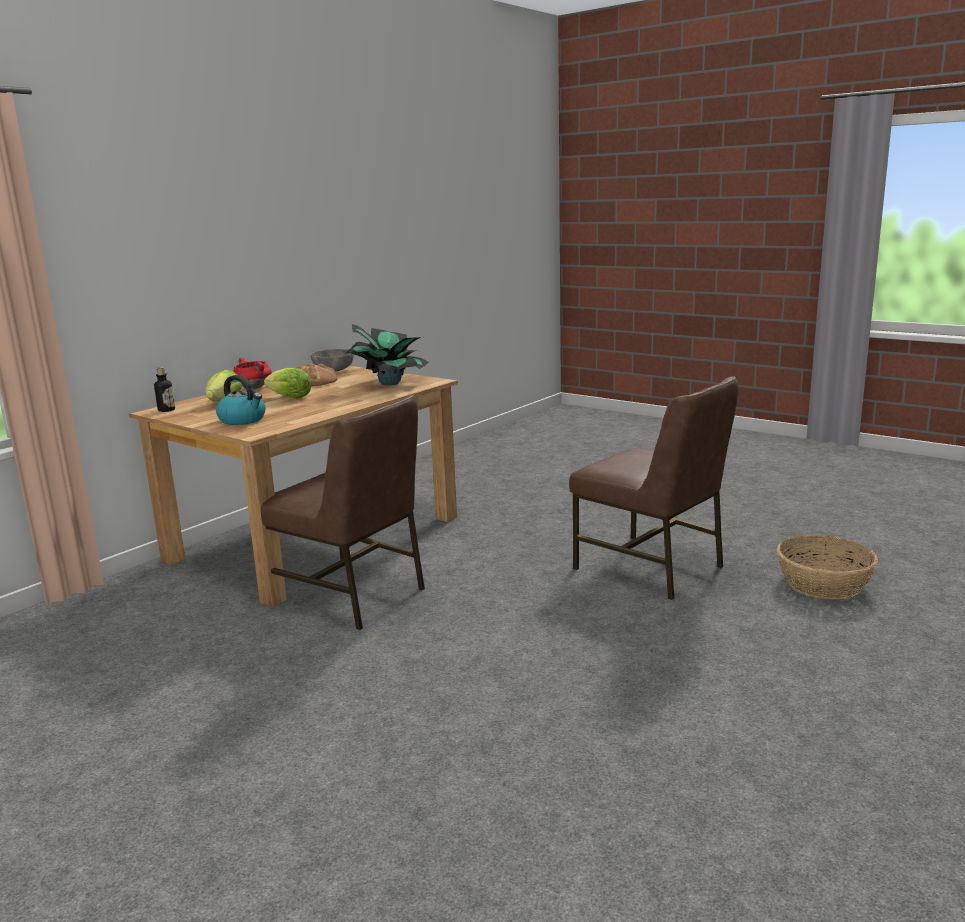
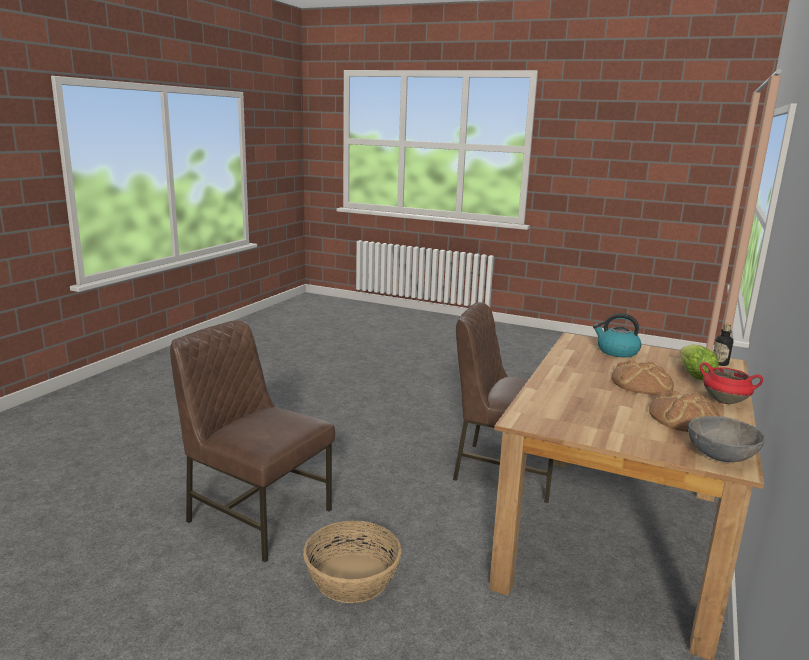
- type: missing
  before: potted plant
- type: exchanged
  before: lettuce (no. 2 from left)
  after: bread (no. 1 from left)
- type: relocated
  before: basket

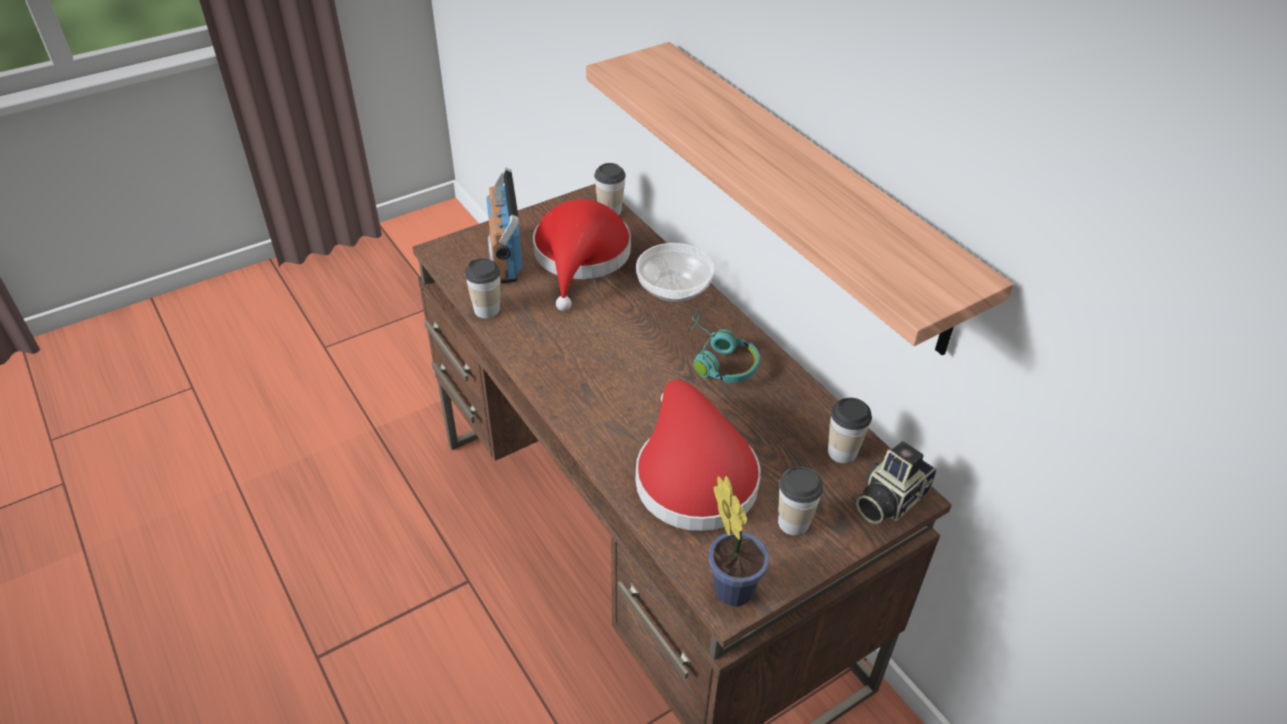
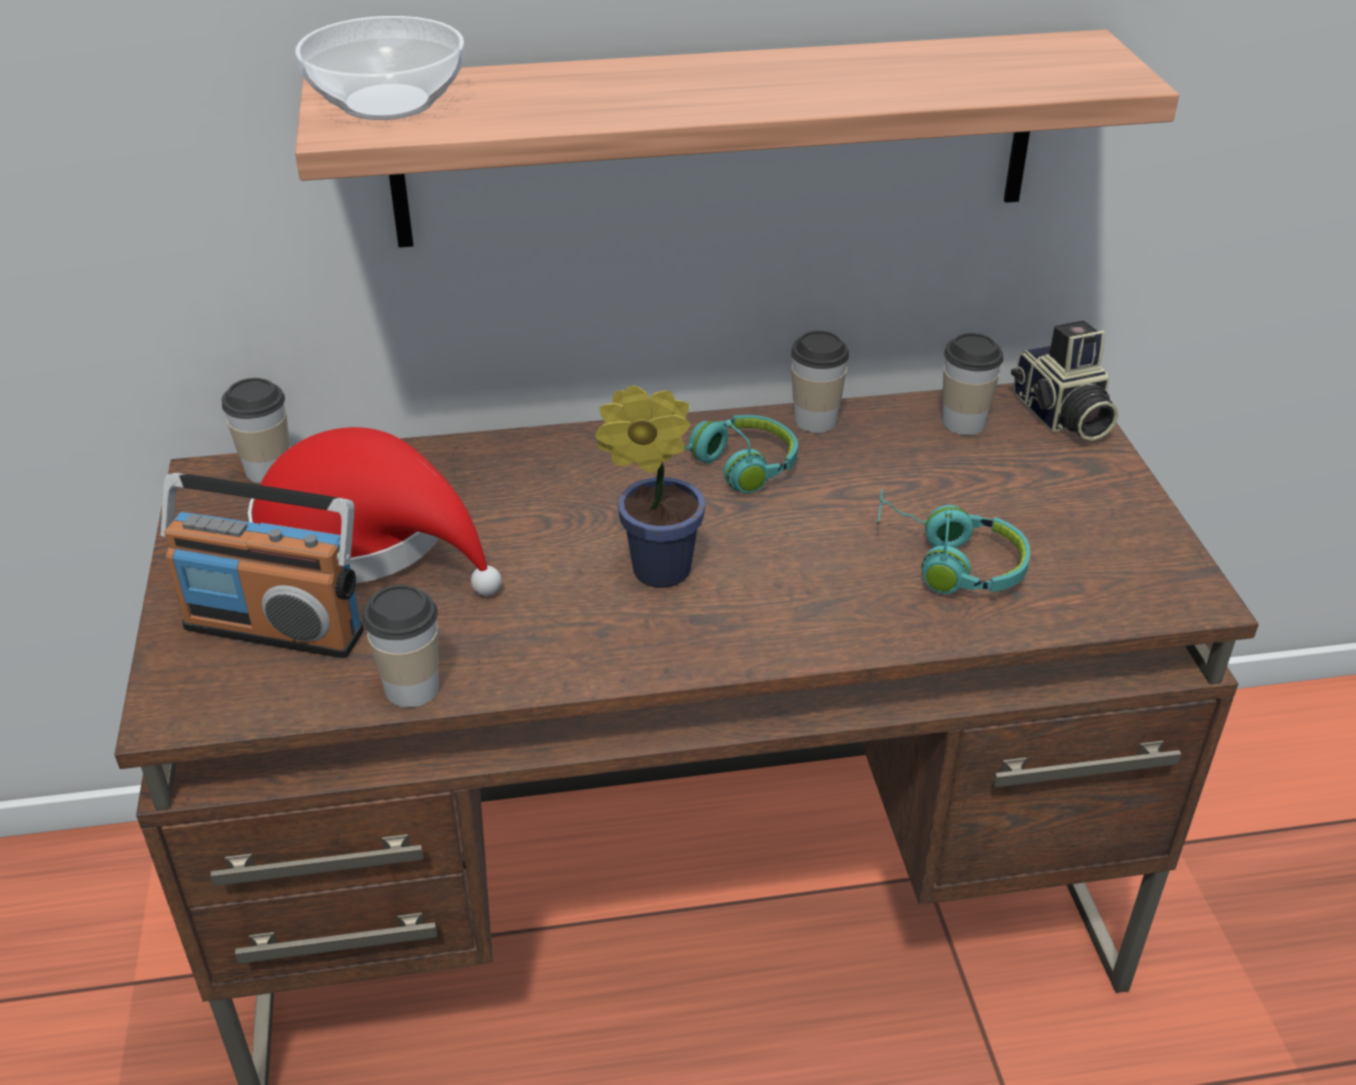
- type: relocated
  before: bowl
- type: exchanged
  before: red hat (no. 2 from left)
  after: turquoise headphones (no. 2 from left)
- type: relocated
  before: cup (no. 3 from left)
- type: relocated
  before: potted plant

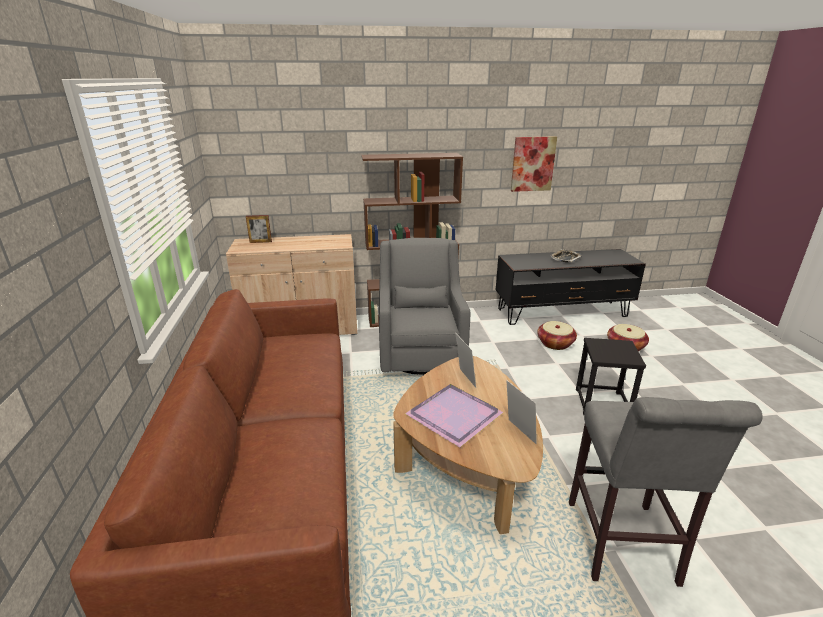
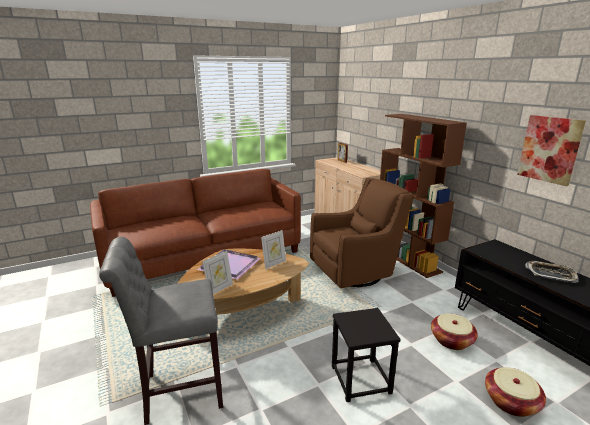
- type: colour
  before: grey armchair
  after: brown armchair

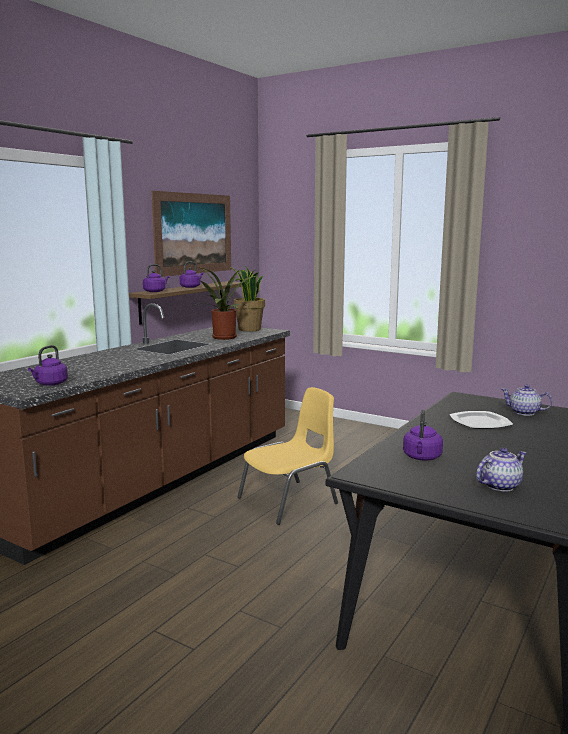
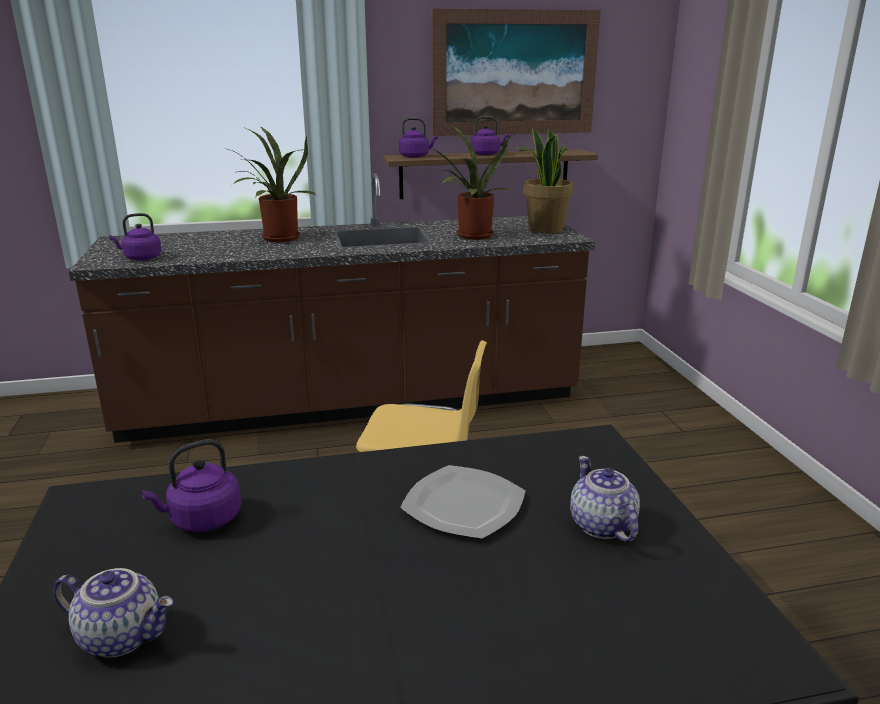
- type: appeared
  after: potted plant (no. 1 from left)

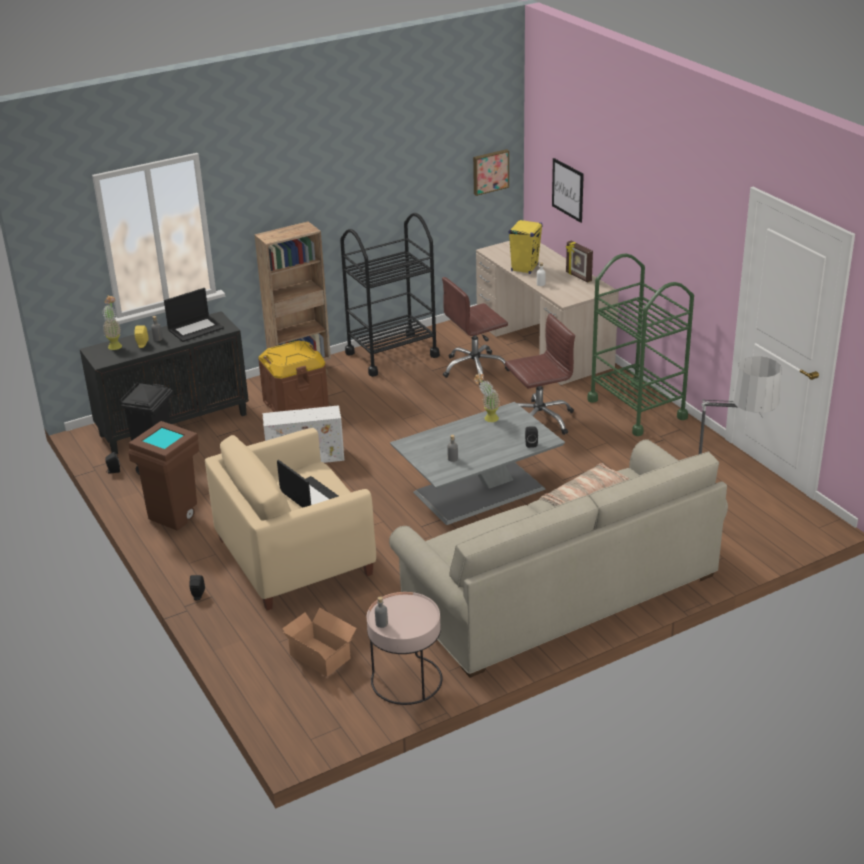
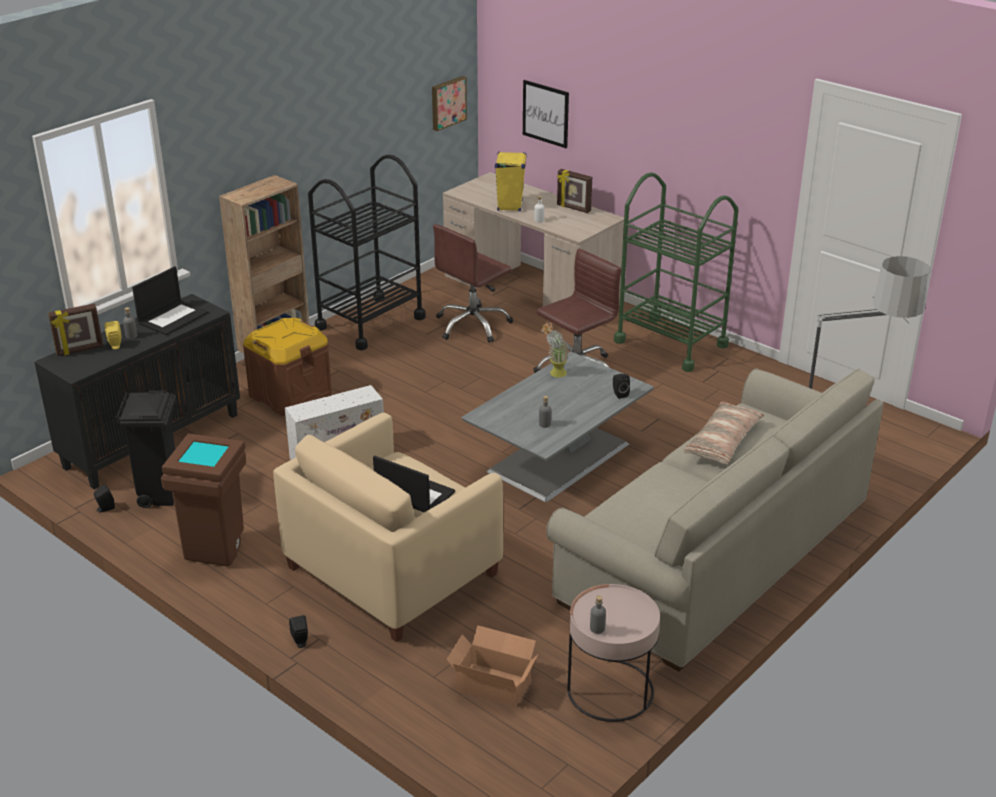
- type: exchanged
  before: potted plant (no. 1 from left)
  after: picture frame (no. 1 from left)

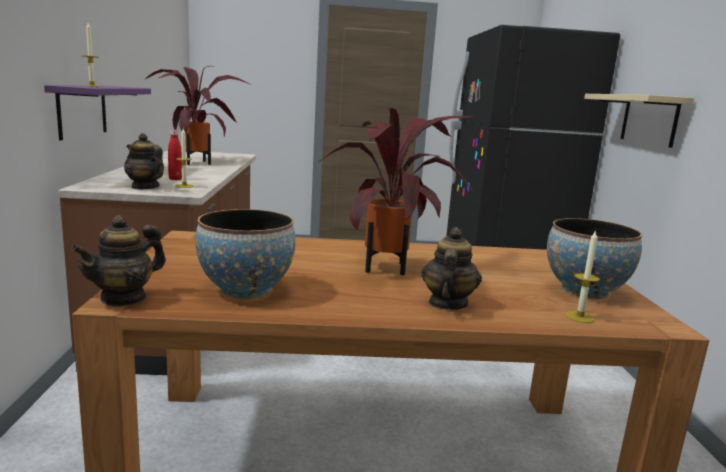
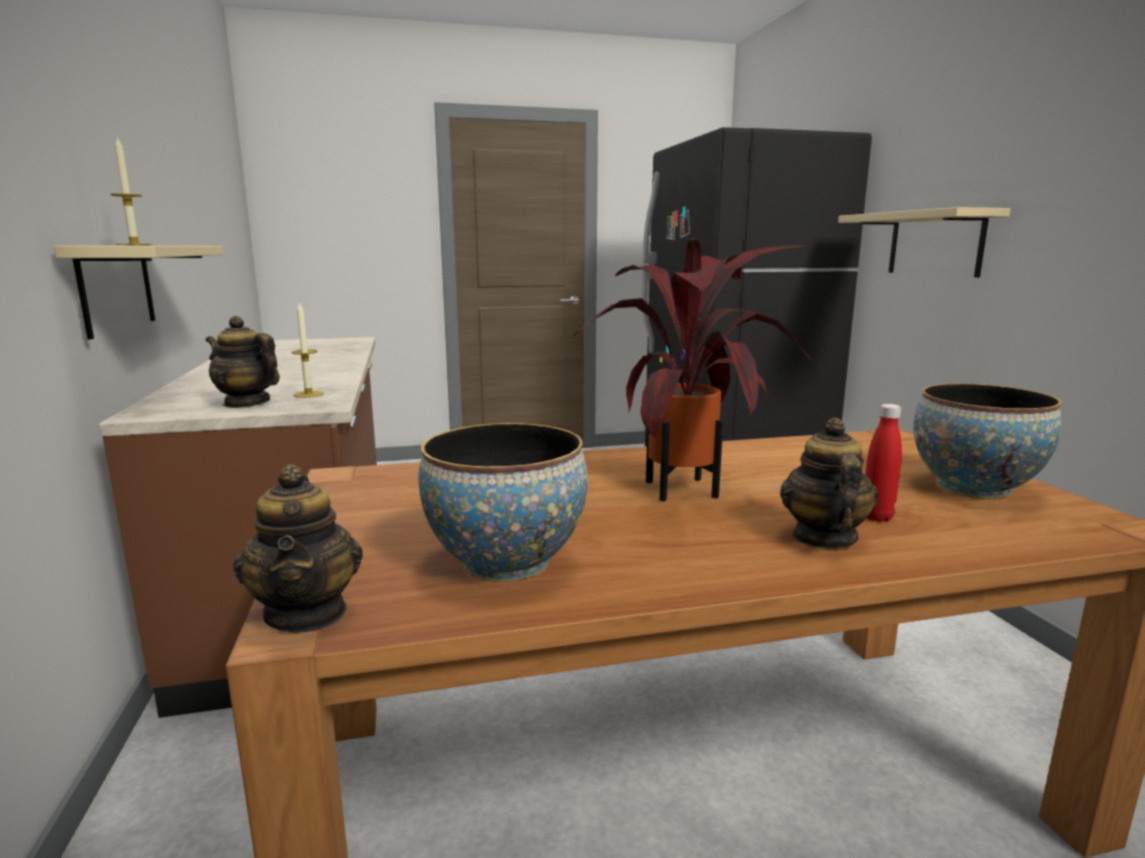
- type: missing
  before: potted plant (no. 1 from left)
- type: colour
  before: purple shelf
  after: beige shelf (no. 1 from left)
- type: relocated
  before: red bottle
- type: spun
  before: teapot (no. 1 from left in the first image)
  turn: -45
- type: missing
  before: candle (no. 3 from left)

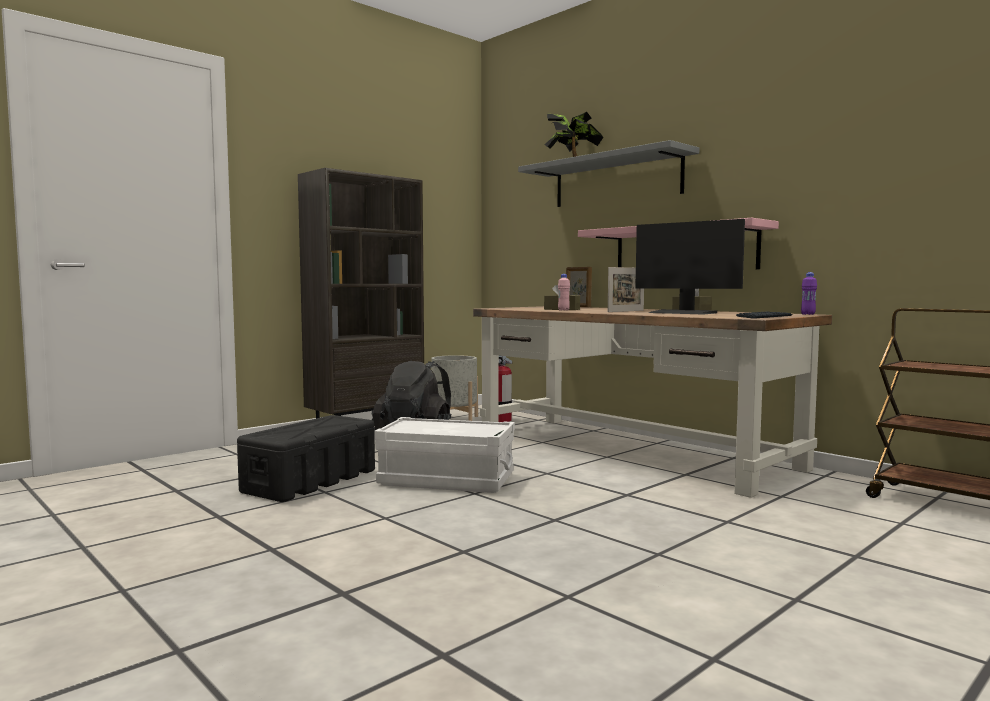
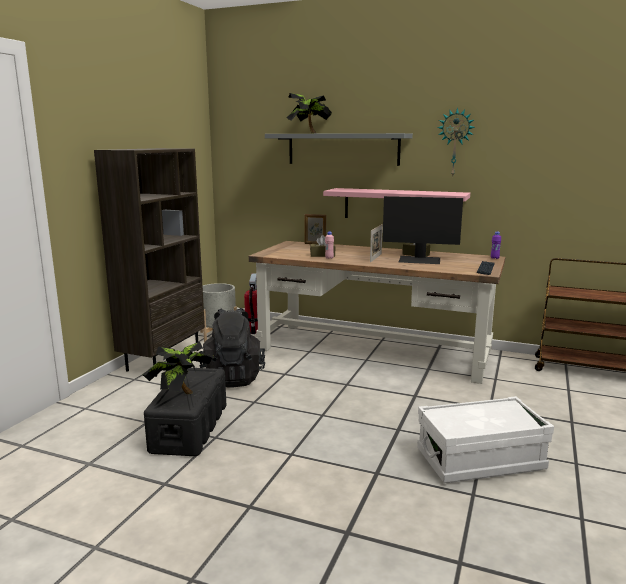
- type: relocated
  before: white storage box
- type: appeared
  after: wall clock
- type: appeared
  after: potted plant (no. 1 from left)

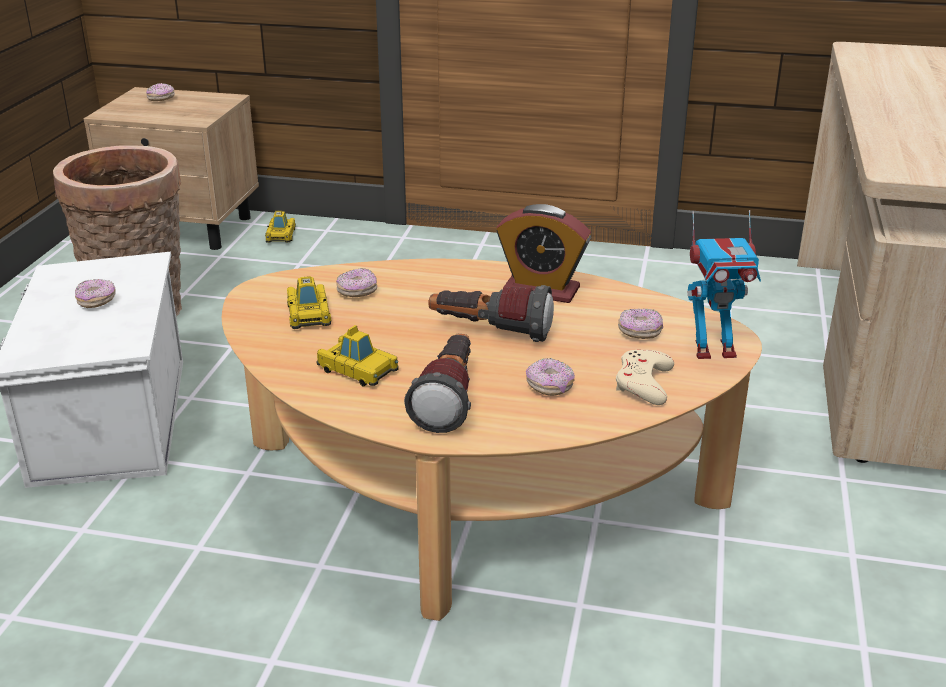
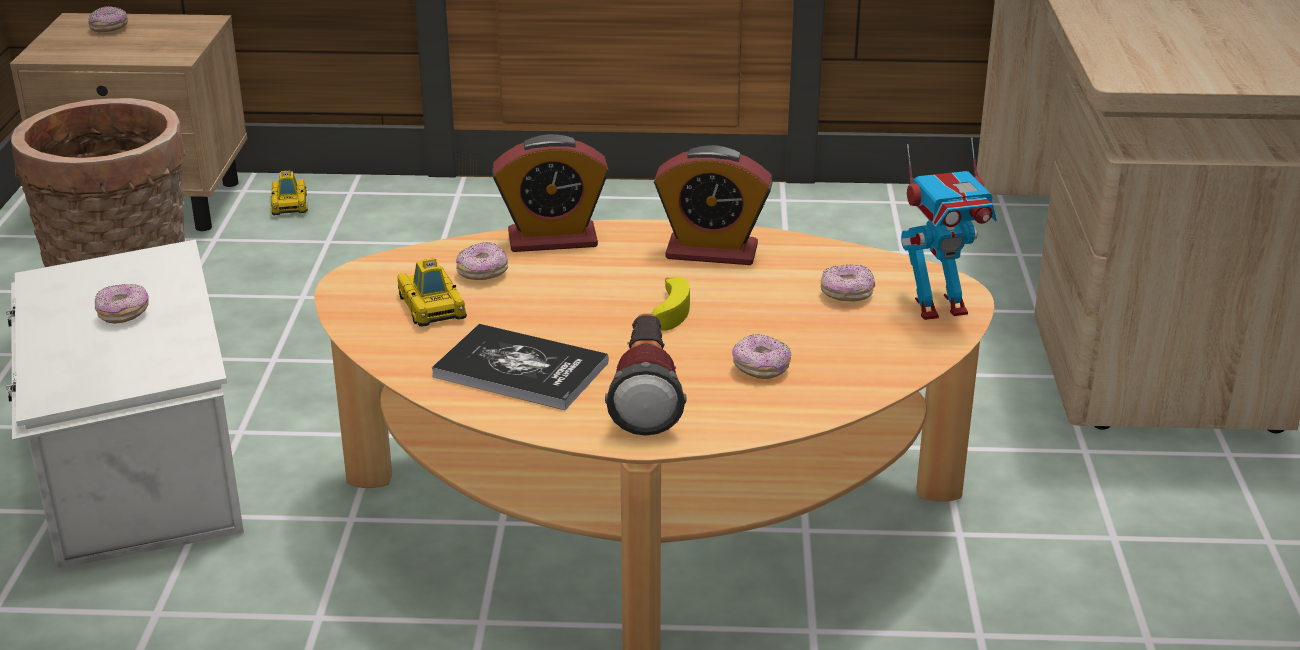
- type: exchanged
  before: flashlight (no. 2 from left)
  after: banana
- type: exchanged
  before: toy car (no. 3 from left)
  after: book
- type: missing
  before: beige game controller
- type: appeared
  after: alarm clock (no. 1 from left)

